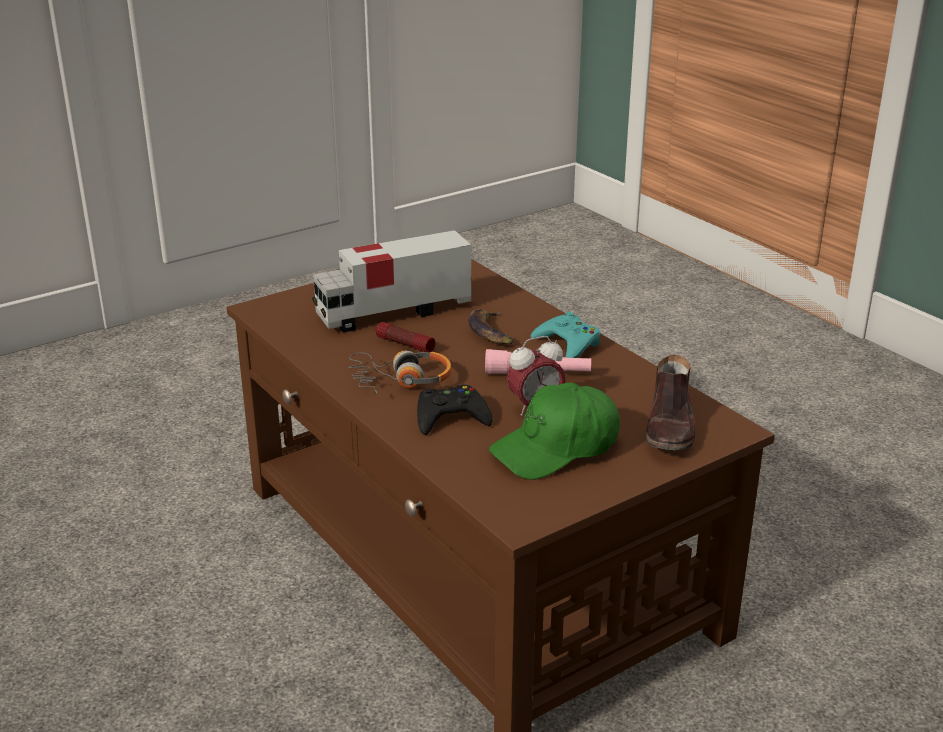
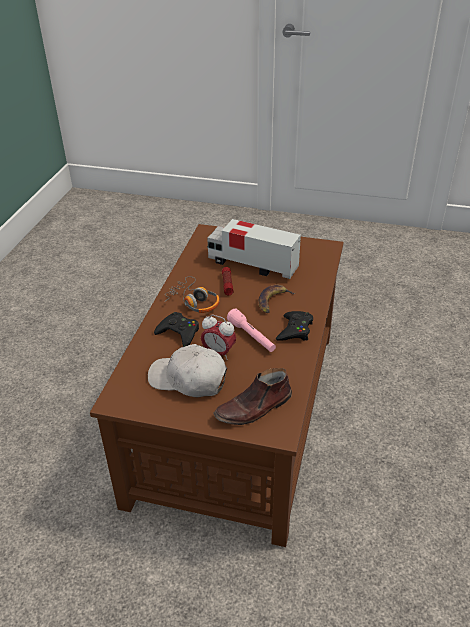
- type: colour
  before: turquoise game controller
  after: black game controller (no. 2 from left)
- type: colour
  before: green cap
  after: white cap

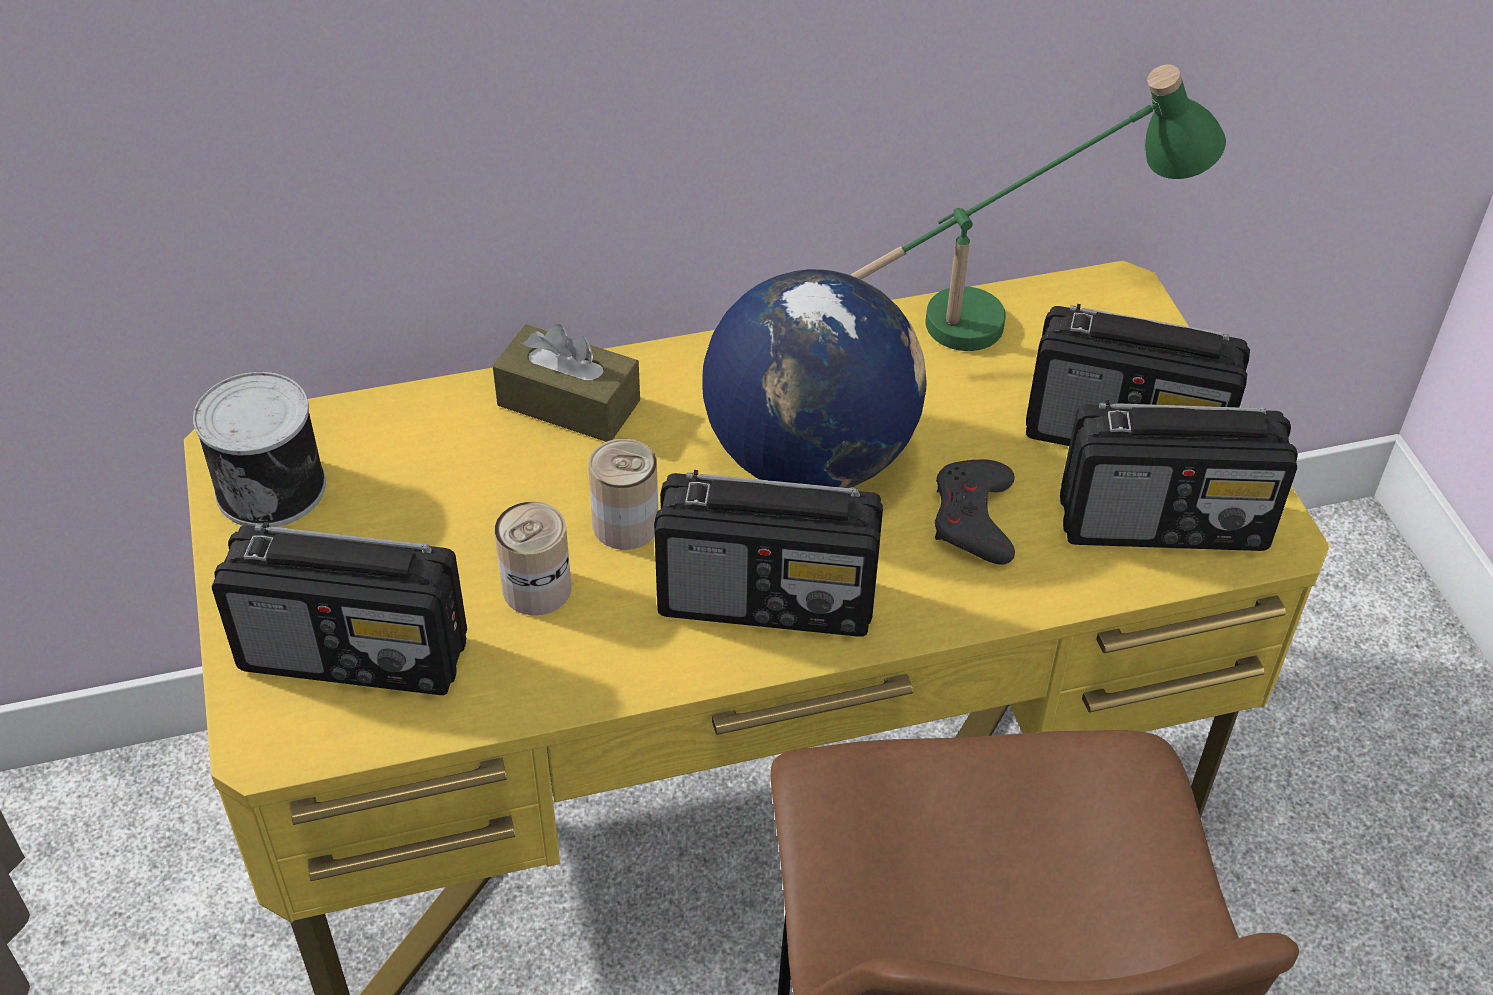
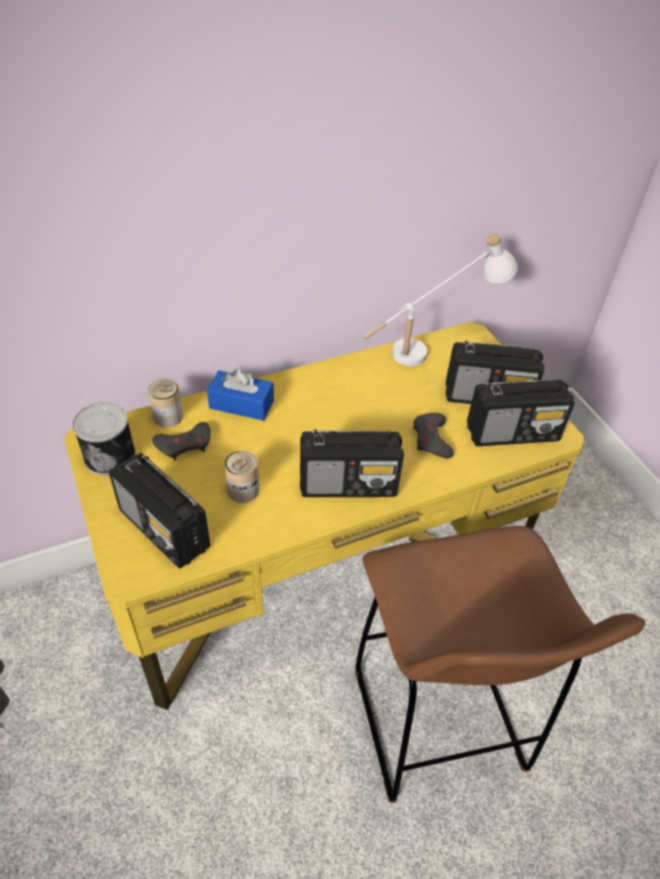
- type: colour
  before: green table lamp
  after: white table lamp
- type: missing
  before: globe
- type: colour
  before: brown tissue box
  after: blue tissue box
- type: relocated
  before: can (no. 3 from left in the first image)
  after: can (no. 2 from left)
- type: spun
  before: radio (no. 1 from left)
  turn: 45
- type: appeared
  after: grey game controller (no. 1 from left)

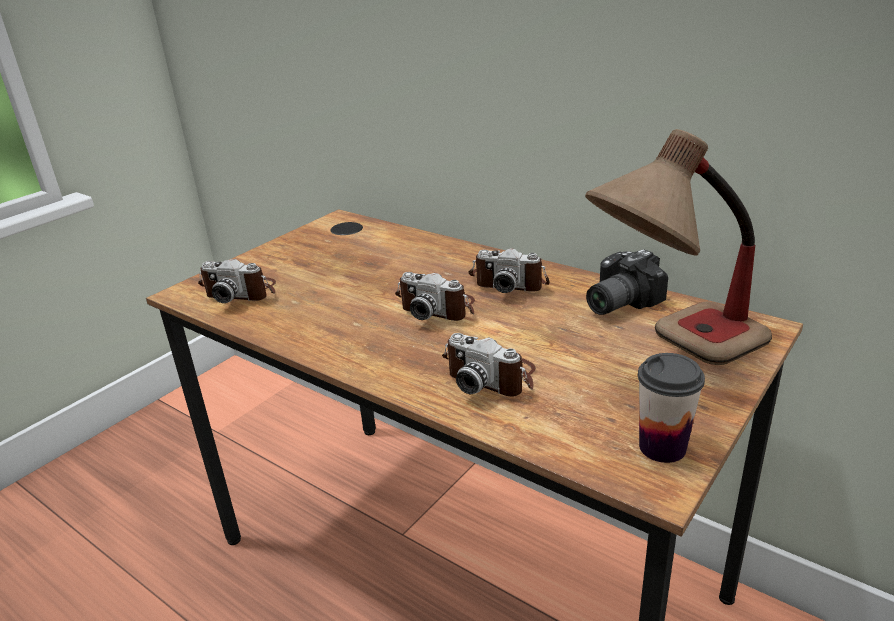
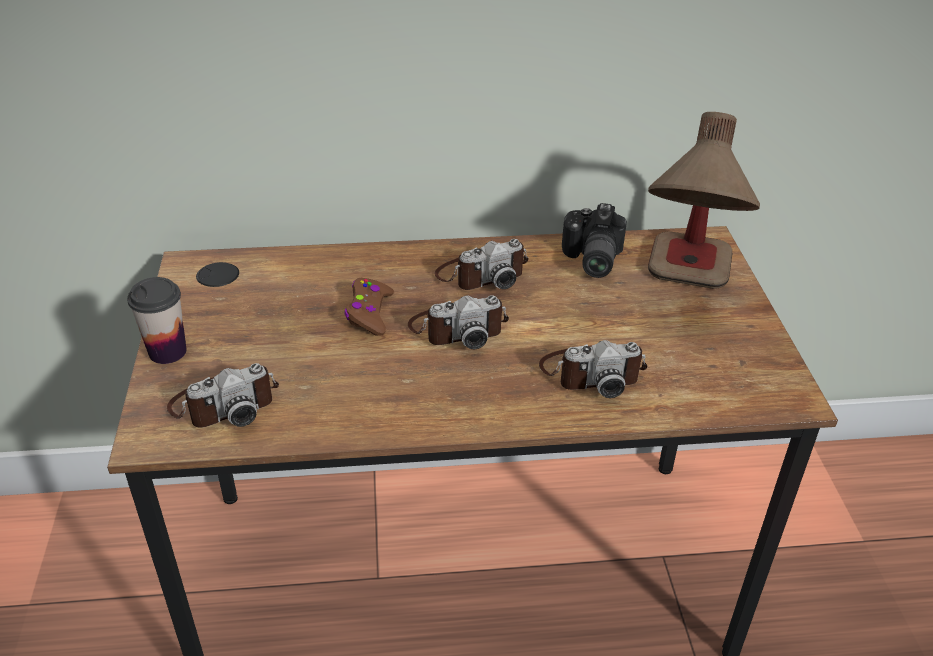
- type: relocated
  before: cup
- type: appeared
  after: brown game controller

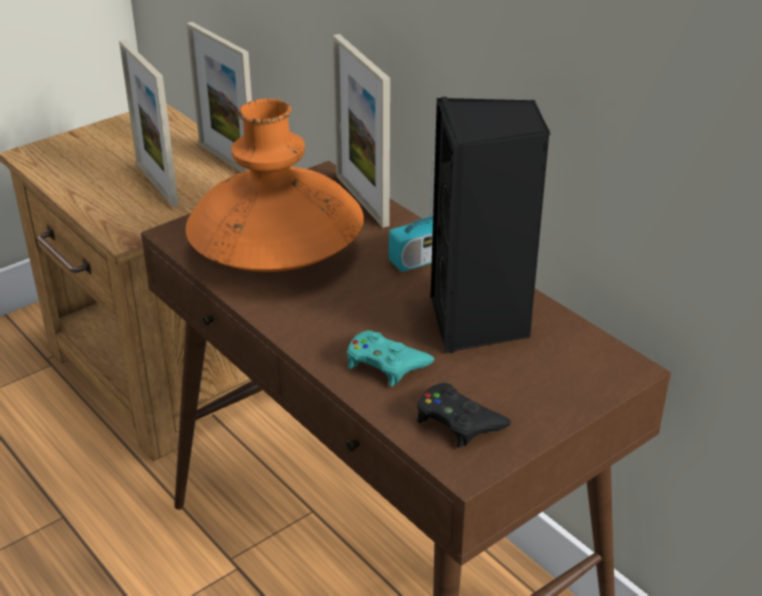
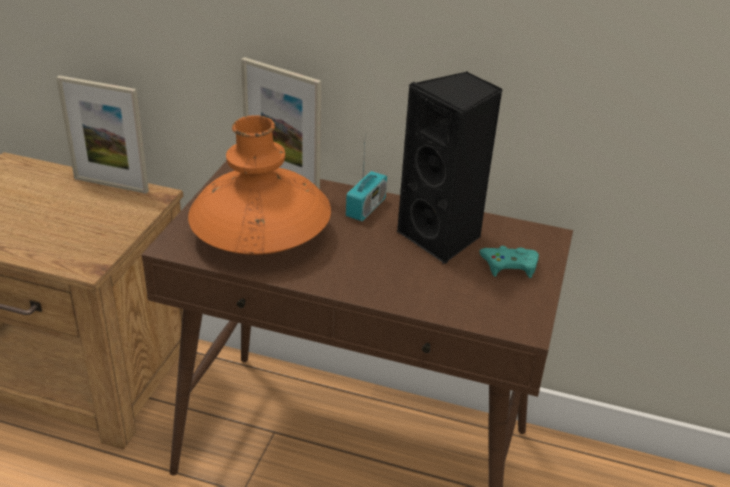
- type: missing
  before: picture frame (no. 1 from left)
- type: relocated
  before: turquoise game controller
- type: missing
  before: black game controller

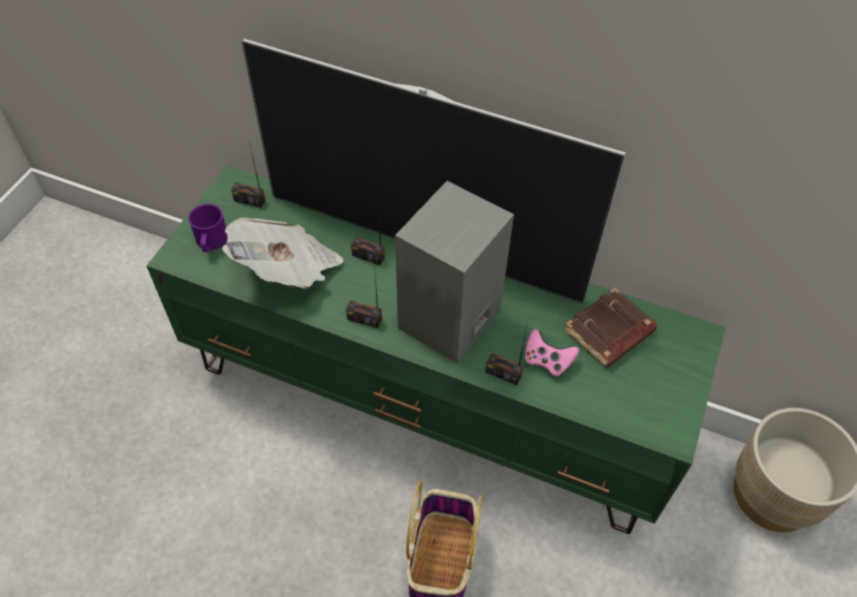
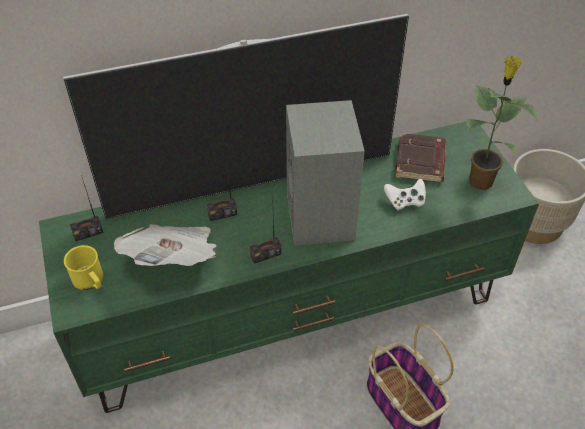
- type: colour
  before: purple mug
  after: yellow mug
- type: missing
  before: radio (no. 4 from left)
- type: colour
  before: pink game controller
  after: white game controller
- type: appeared
  after: potted plant

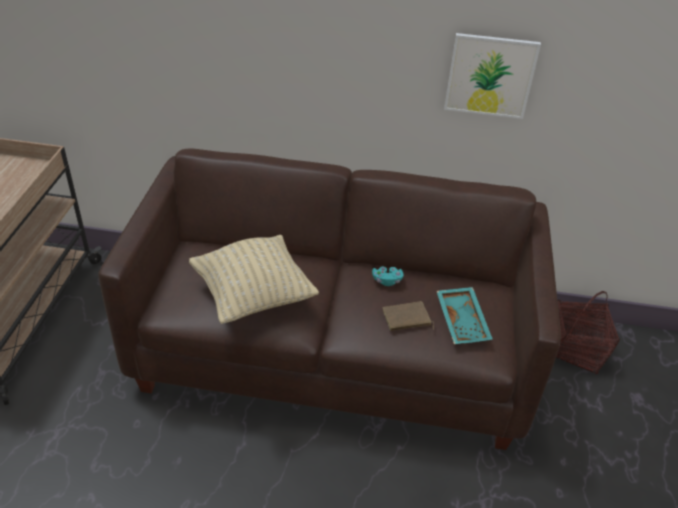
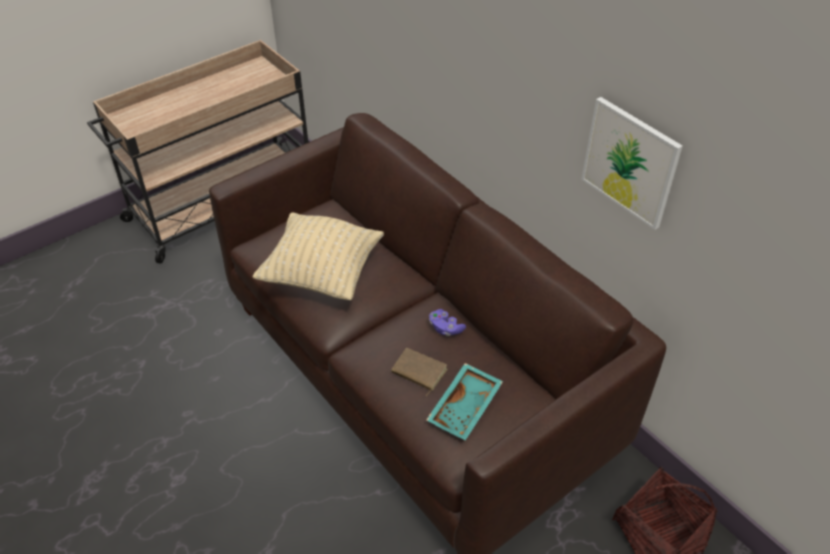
- type: colour
  before: turquoise game controller
  after: purple game controller

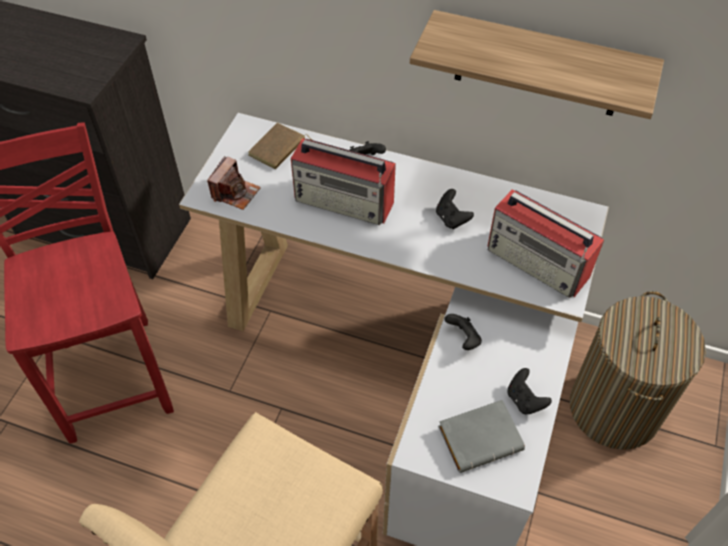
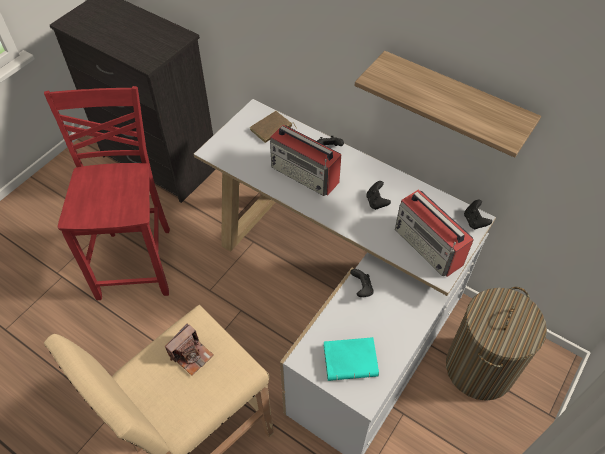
- type: relocated
  before: photo camera
- type: relocated
  before: black game controller (no. 4 from left)
- type: colour
  before: grey book
  after: turquoise book

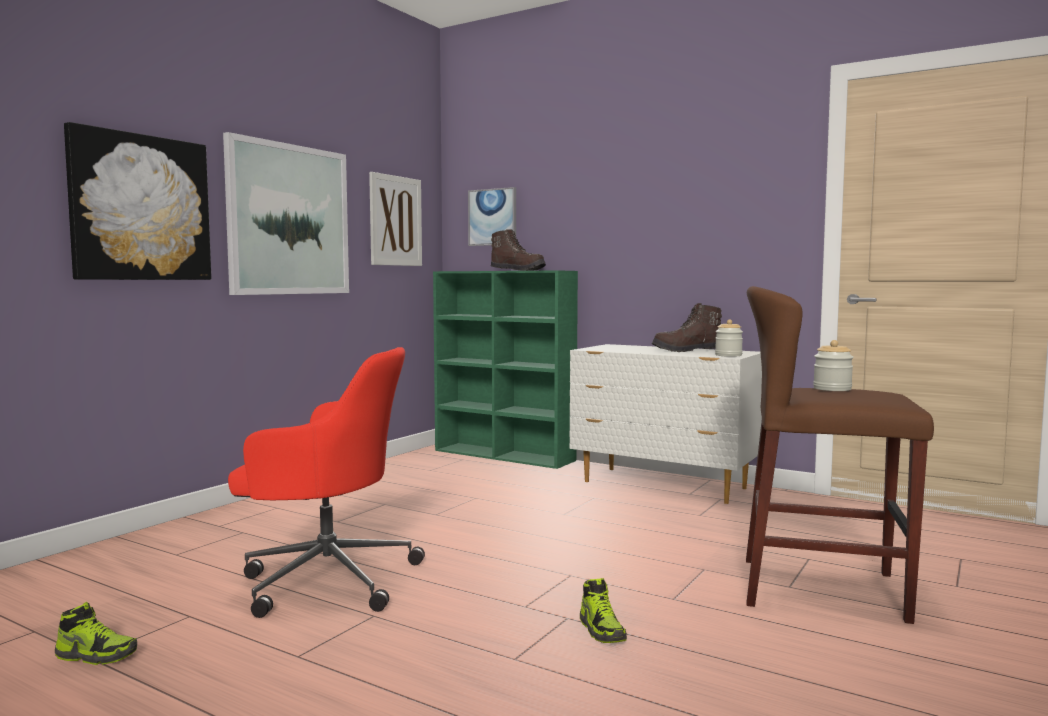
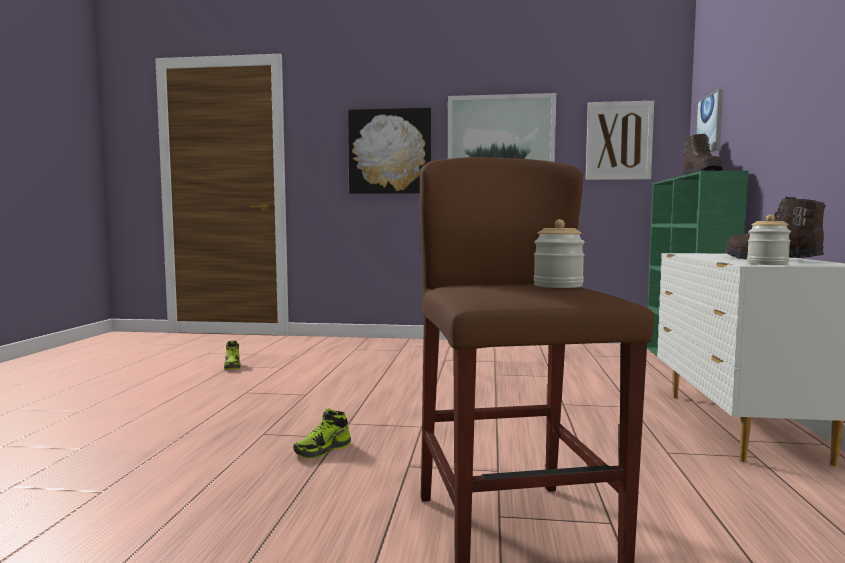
- type: missing
  before: red office chair

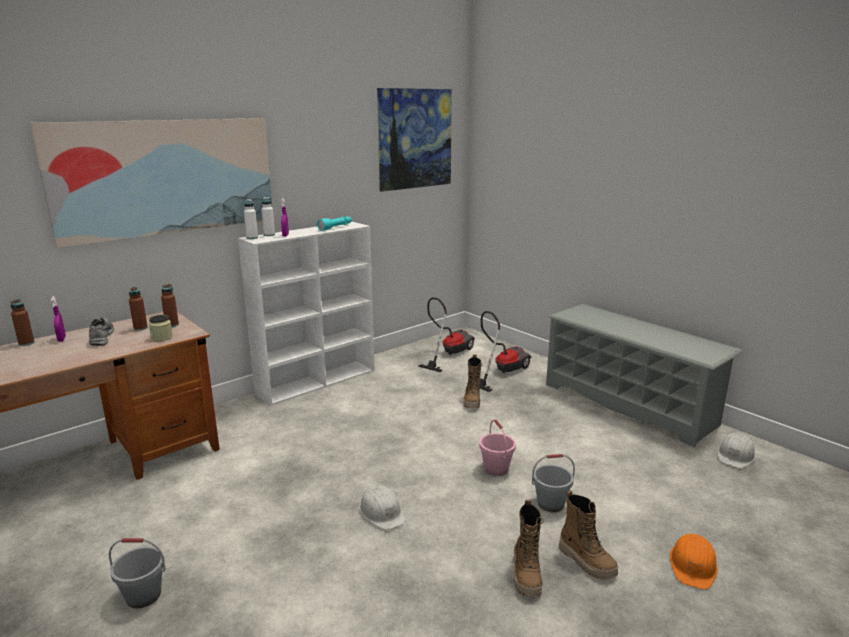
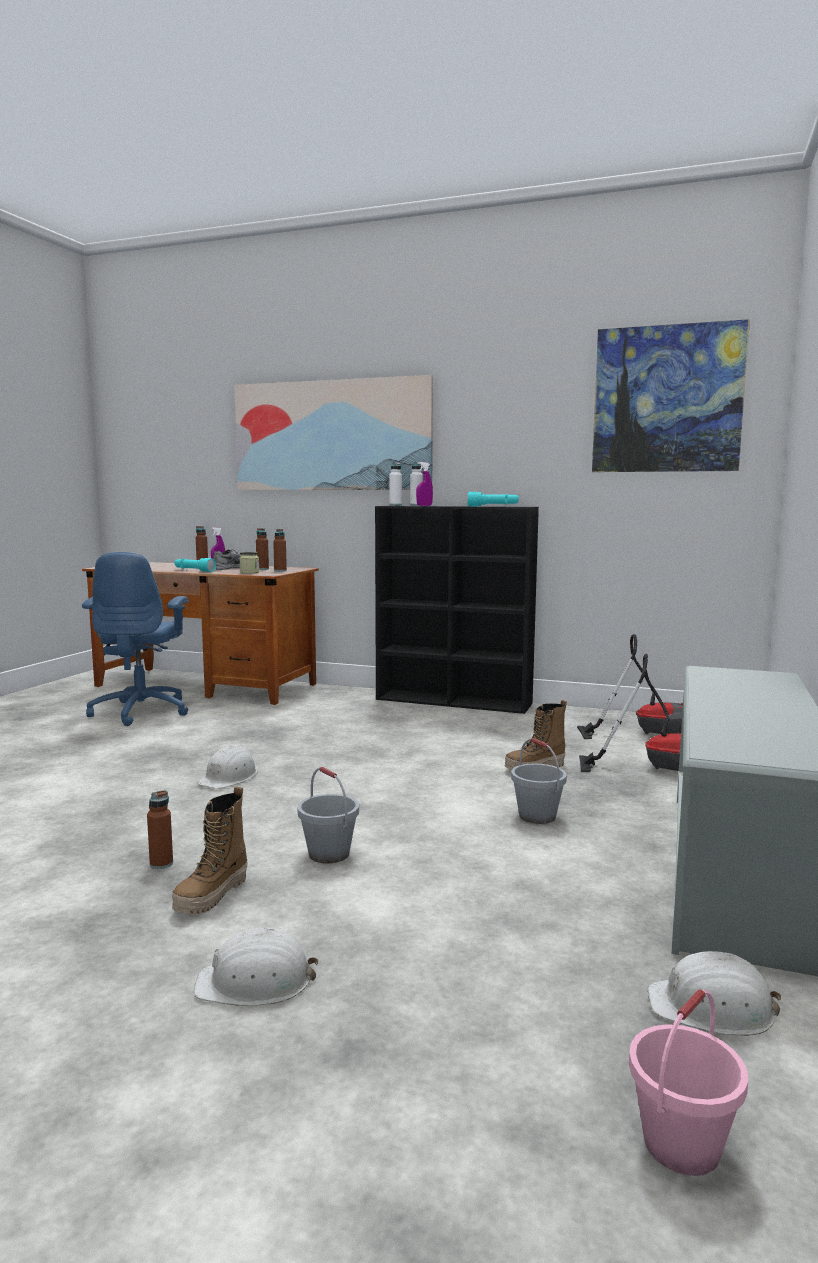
- type: colour
  before: white bookcase
  after: black bookcase
- type: relocated
  before: pink bucket
- type: exchanged
  before: boot (no. 2 from left)
  after: brown bottle (no. 1 from left)
- type: colour
  before: orange hard hat
  after: white hard hat (no. 2 from left)
- type: relocated
  before: grey bucket (no. 1 from left in the first image)
  after: grey bucket (no. 2 from left)
- type: appeared
  after: blue office chair
- type: appeared
  after: turquoise flashlight (no. 1 from left)

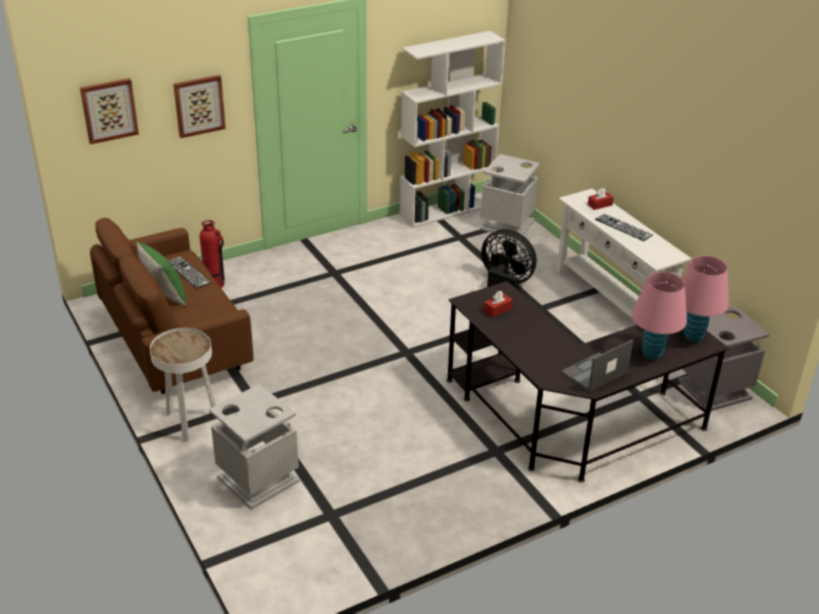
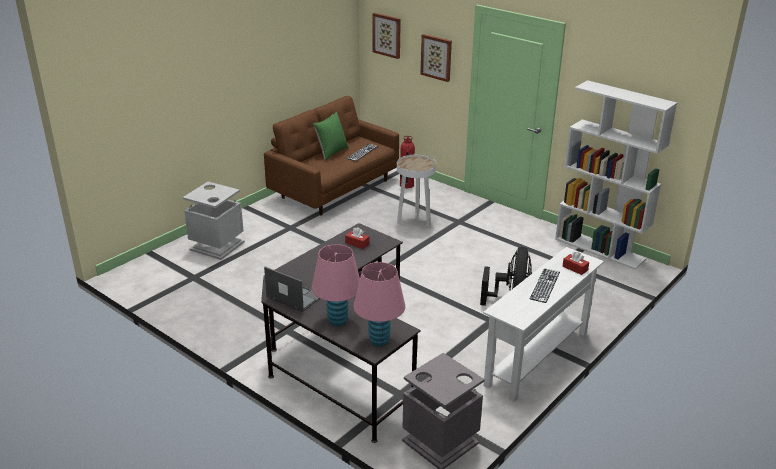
- type: missing
  before: grey trash can (no. 2 from left)
- type: relocated
  before: white side table

